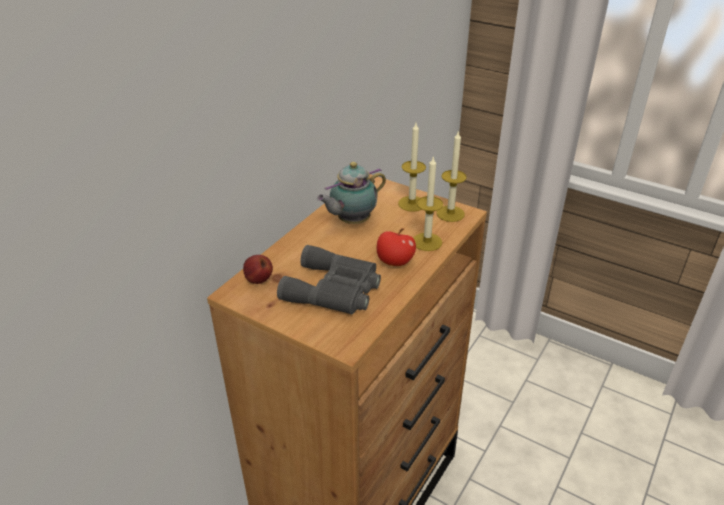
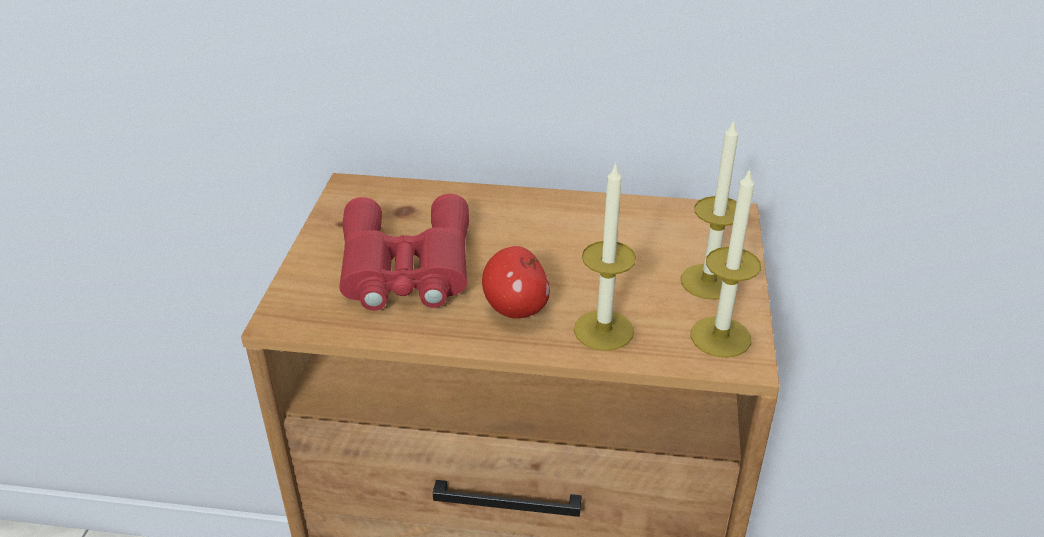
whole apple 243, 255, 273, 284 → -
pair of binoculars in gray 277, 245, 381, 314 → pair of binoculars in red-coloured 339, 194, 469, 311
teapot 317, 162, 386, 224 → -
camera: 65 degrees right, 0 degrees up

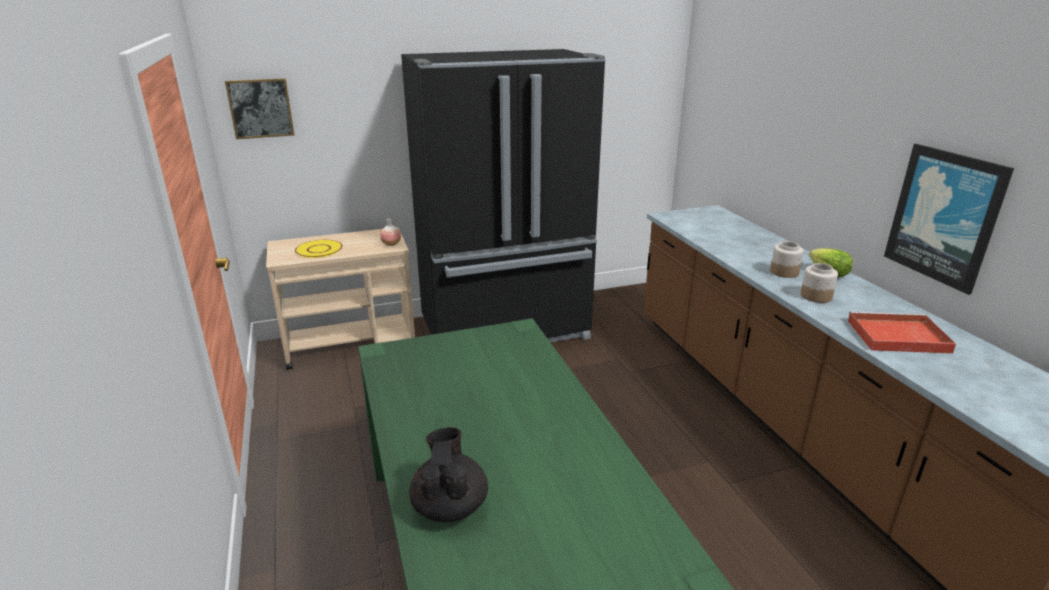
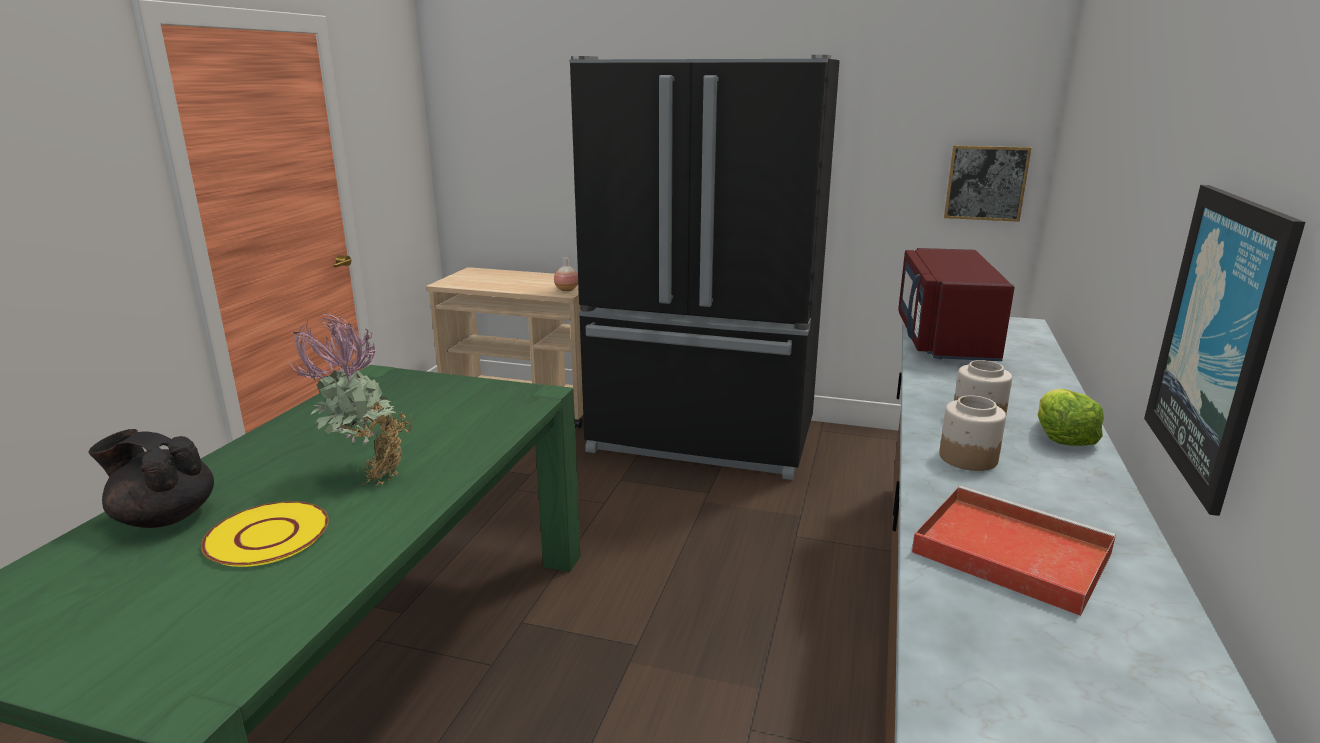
picture 225, 78, 294, 139 → picture 944, 145, 1031, 222, shifted
flat dish in yellow 295, 240, 343, 258 → flat dish in yellow 201, 501, 329, 567, shifted
teapot in black 409, 427, 488, 522 → teapot in black 89, 429, 214, 528, 105 degrees counterclockwise
- → houseplant 289, 313, 412, 485
- → microwave in red-coloured 898, 248, 1015, 361
camera: 35 degrees right, 5 degrees down

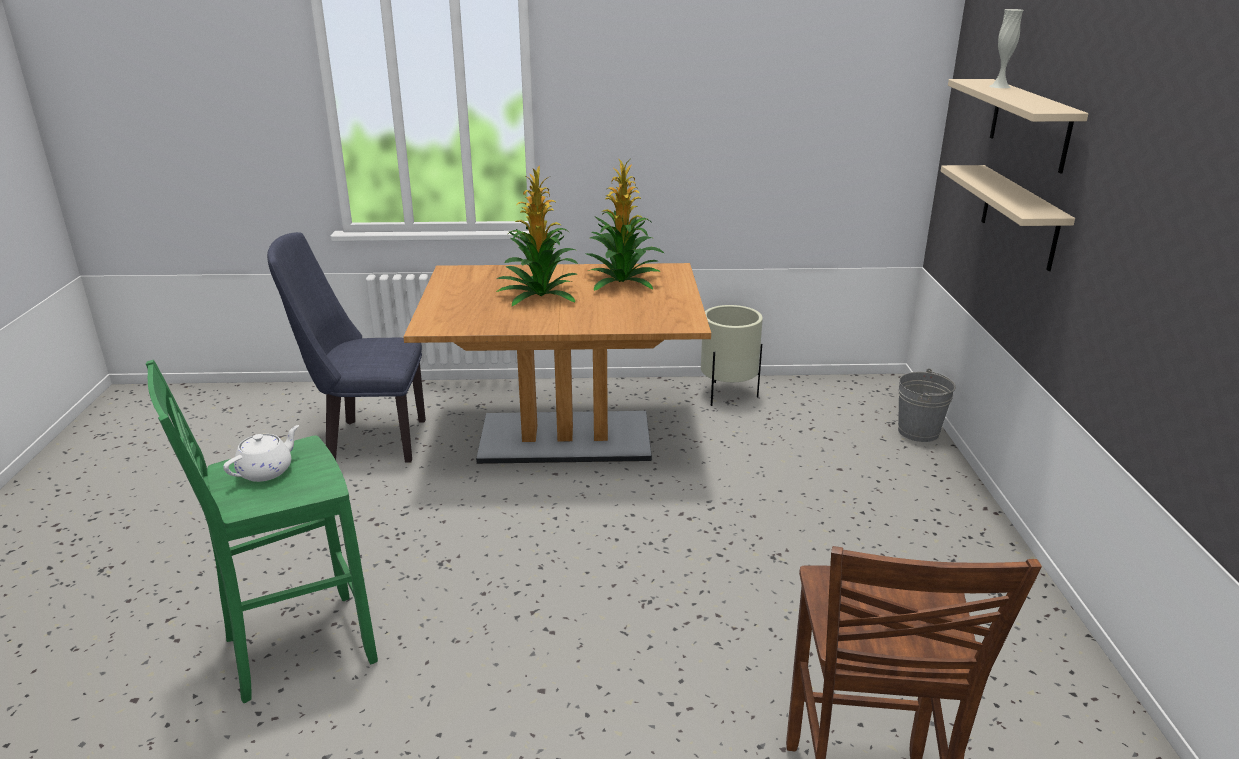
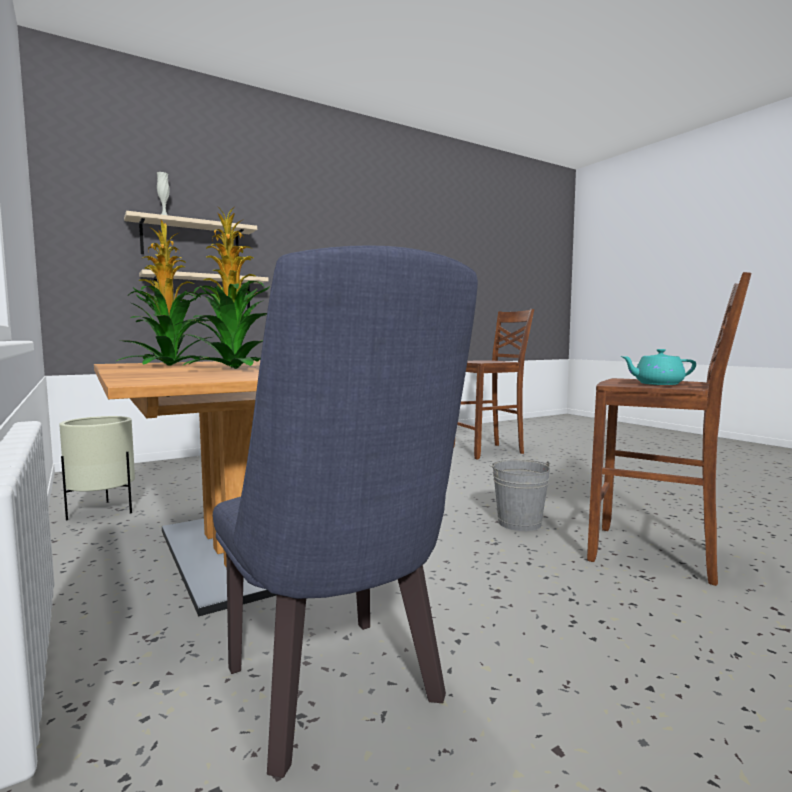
stool seat in greenish 146, 360, 378, 703 → stool seat in brownish 587, 272, 751, 586
teapot in white 223, 425, 299, 482 → teapot in blue-green 621, 349, 696, 385
water bucket in gray 898, 368, 956, 442 → water bucket in gray 489, 459, 550, 531, shifted
camera: 120 degrees left, 20 degrees down

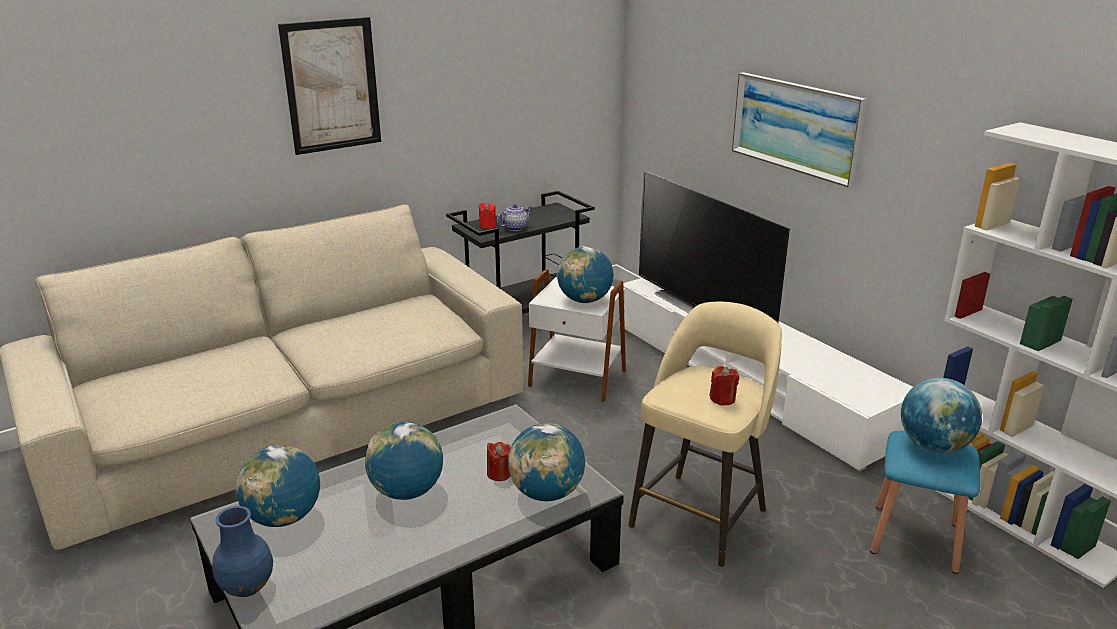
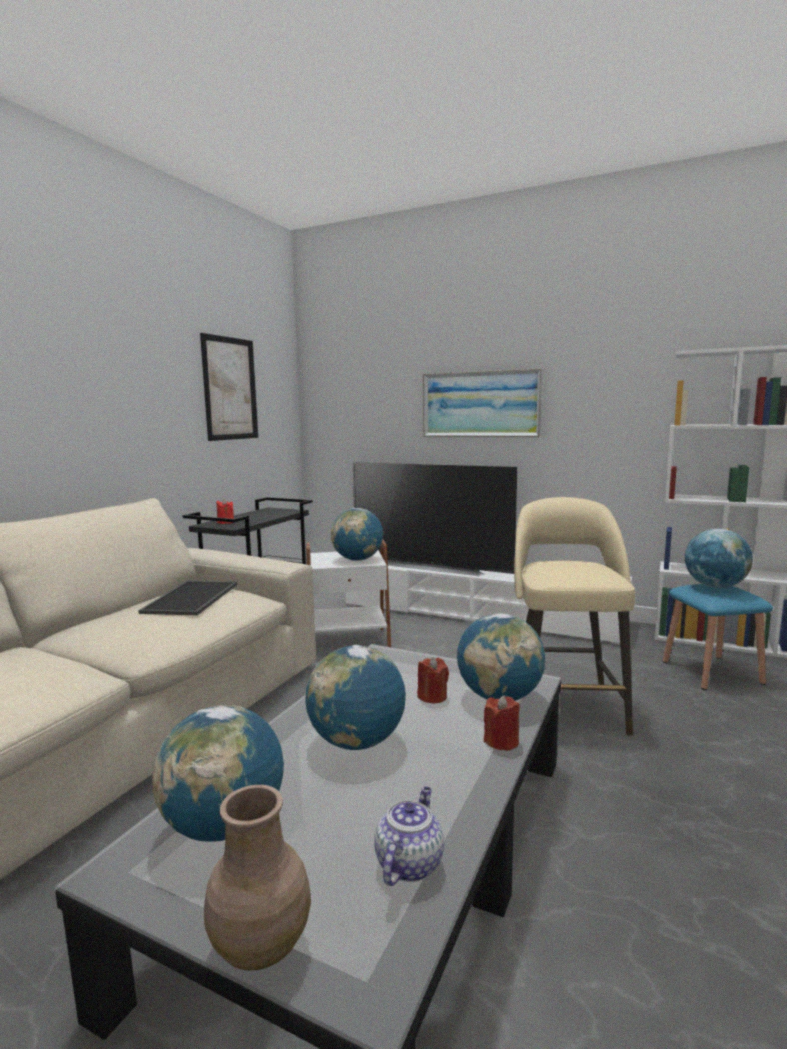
vase in blue 212, 506, 273, 597 → vase in brownish 204, 785, 311, 970
picture 278, 17, 381, 155 → picture 200, 333, 258, 441, shifted
teapot 497, 204, 532, 231 → teapot 374, 787, 444, 886, shifted
wax candle in red-coloured 710, 366, 739, 405 → wax candle in red-coloured 484, 695, 520, 751, shifted
- → tray 138, 581, 237, 615
camera: 30 degrees left, 15 degrees down

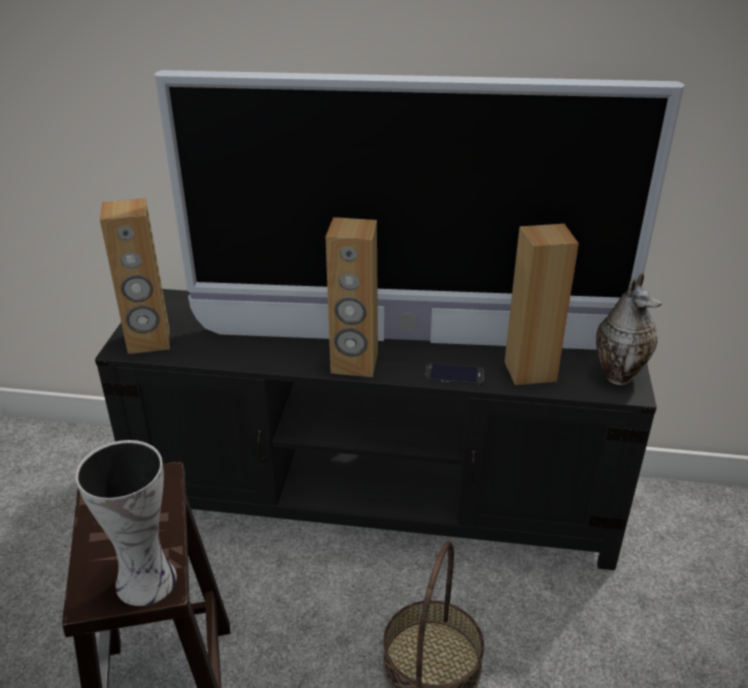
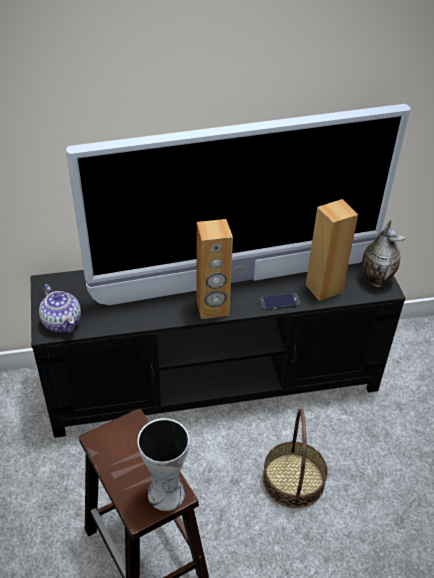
audio speaker in brownish 100, 198, 170, 354 → teapot 39, 284, 81, 333
camera: 20 degrees left, 10 degrees up

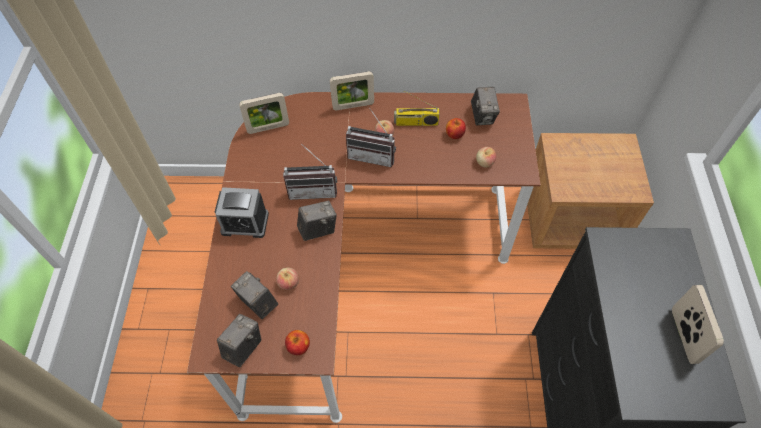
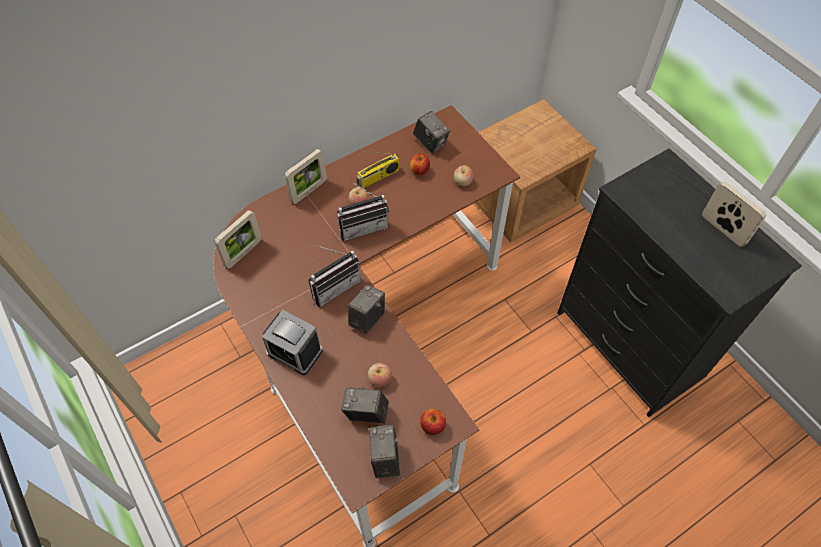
alarm clock 215, 187, 269, 238 → alarm clock 262, 310, 323, 375, 60 degrees clockwise
camera: 35 degrees left, 0 degrees up

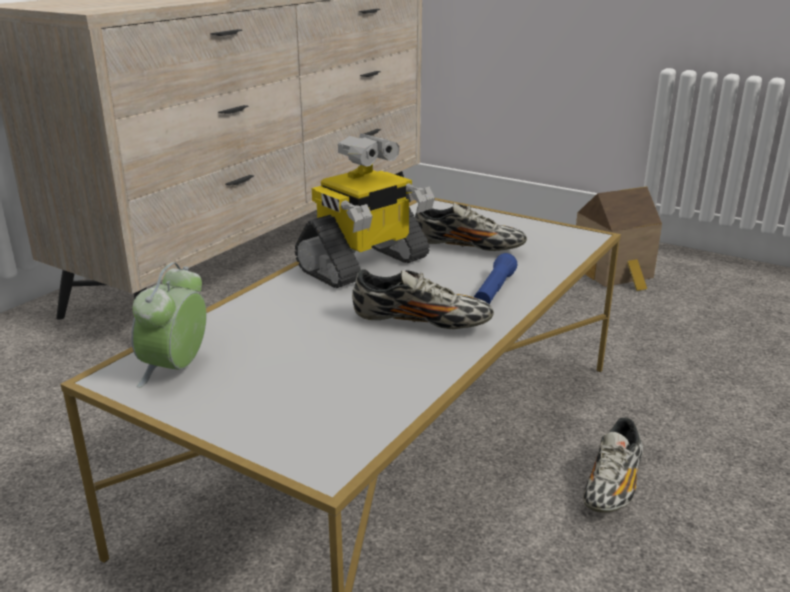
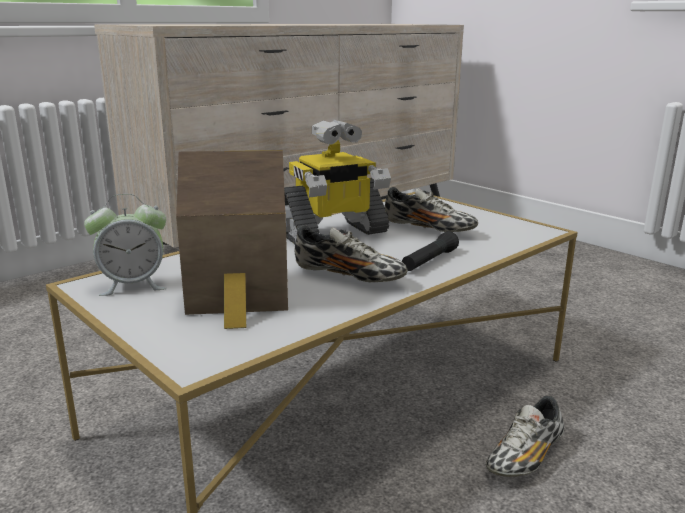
alarm clock 131, 262, 207, 388 → alarm clock 84, 194, 167, 296, 135 degrees counterclockwise
hand torch in blue 474, 253, 517, 304 → hand torch in black 402, 231, 459, 271
toy house 576, 187, 662, 291 → toy house 176, 150, 288, 329, shifted
camera: 15 degrees right, 5 degrees down

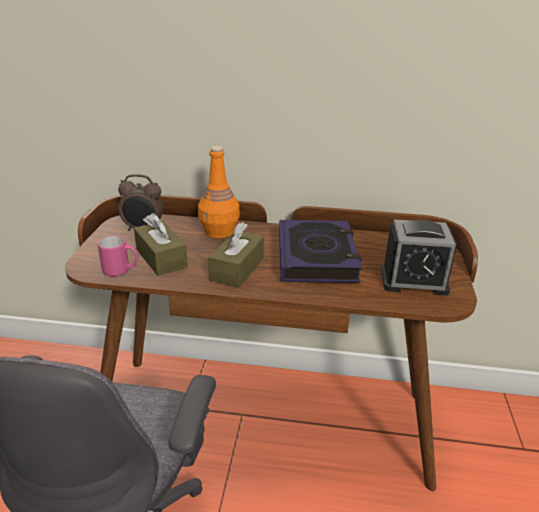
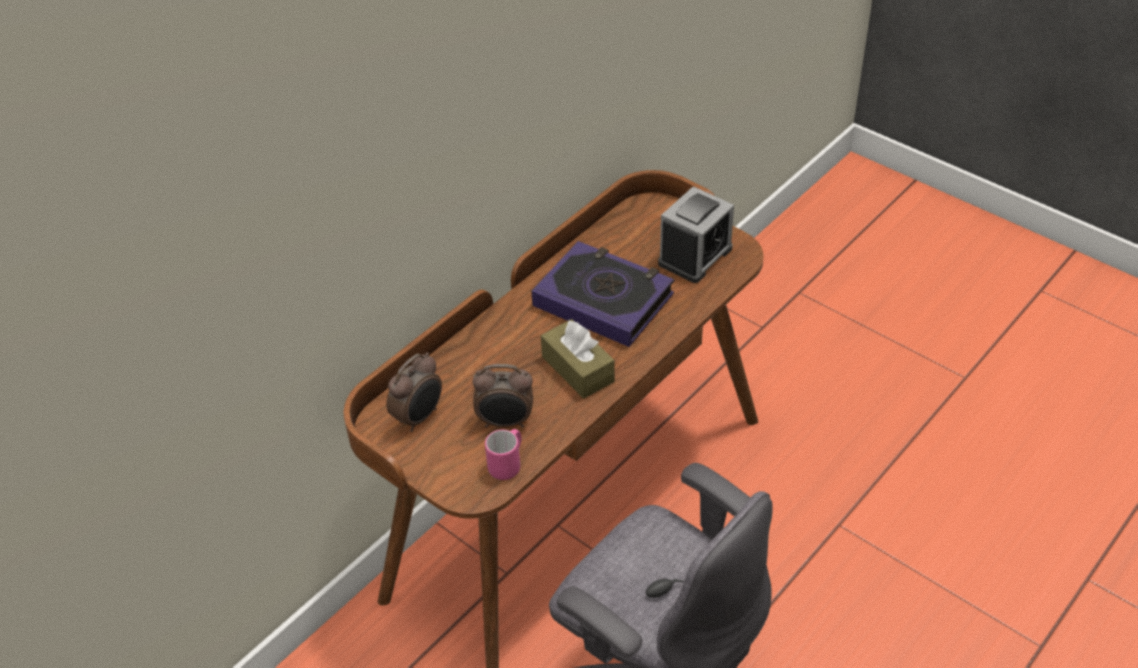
tissue holder in brownish 134, 213, 188, 276 → alarm clock 473, 364, 533, 428
drink bottle in orangey 198, 146, 240, 238 → -
camera: 55 degrees left, 15 degrees up

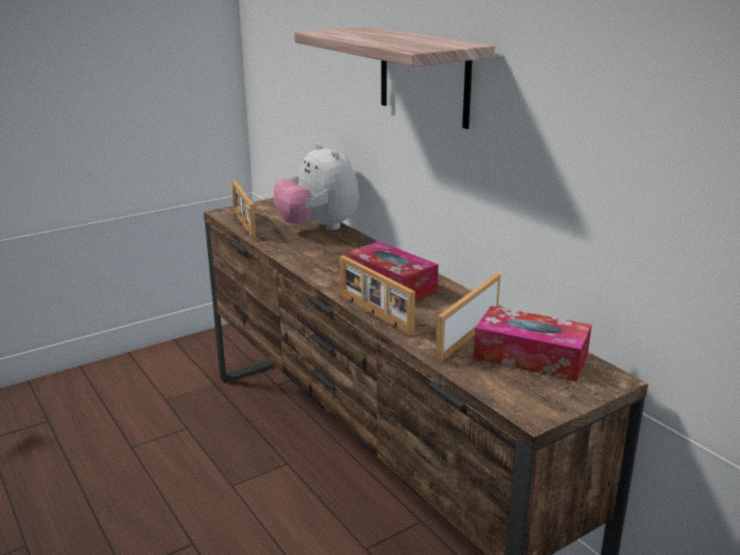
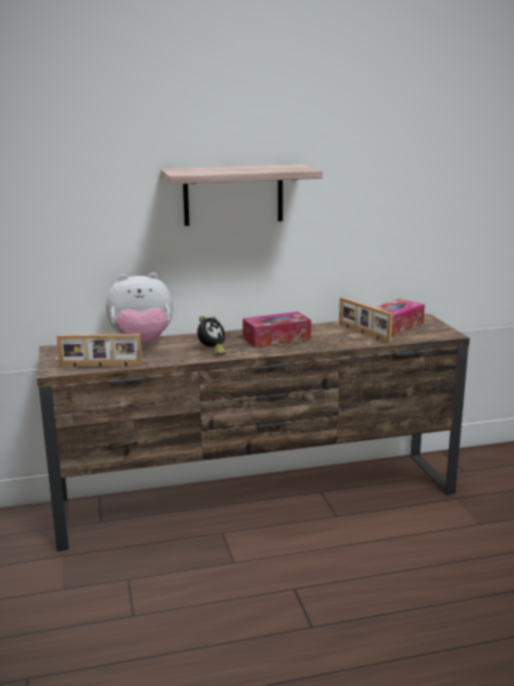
picture frame 339, 255, 415, 336 → -
- → alarm clock 197, 316, 226, 355
camera: 70 degrees left, 5 degrees down

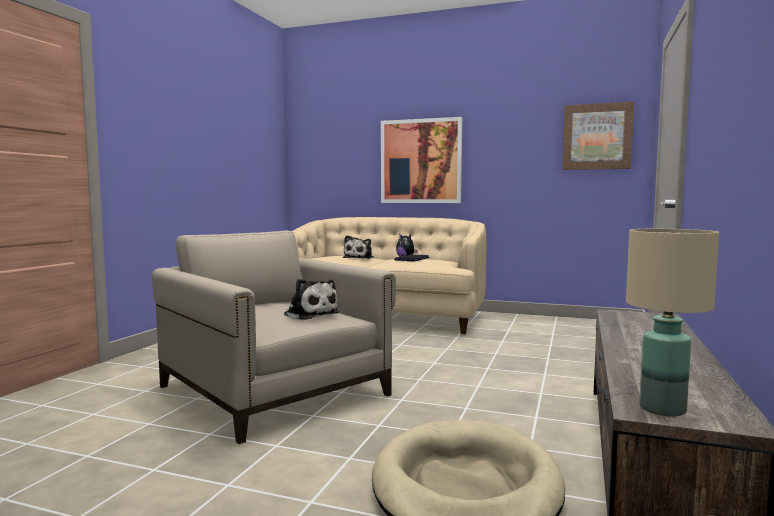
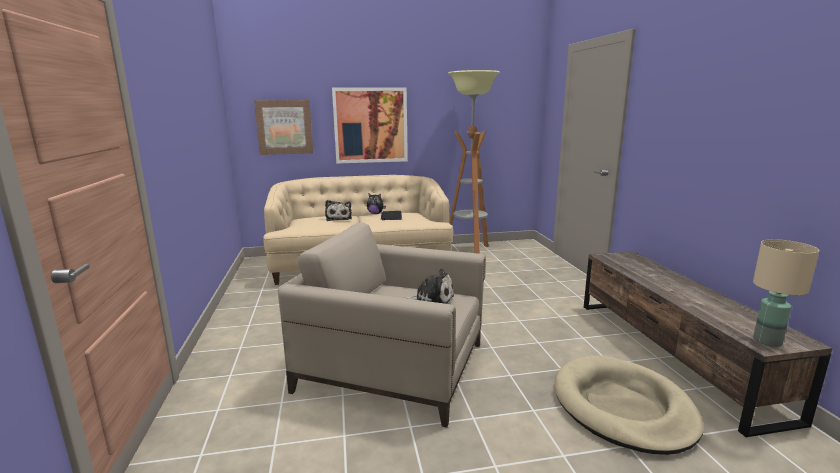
picture 562, 102, 634, 170 → picture 254, 100, 313, 155, shifted
- → standard lamp 448, 70, 500, 254
camera: 30 degrees left, 10 degrees up

